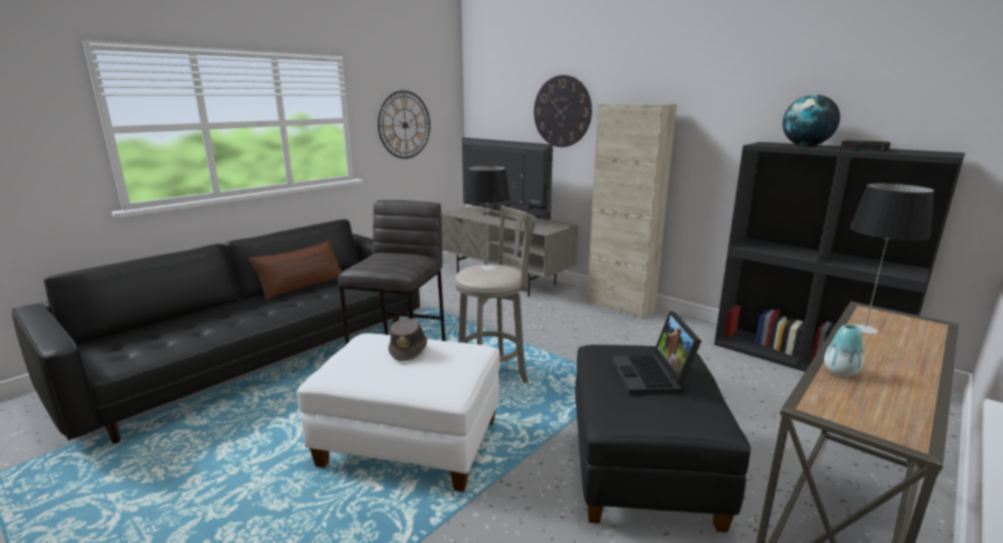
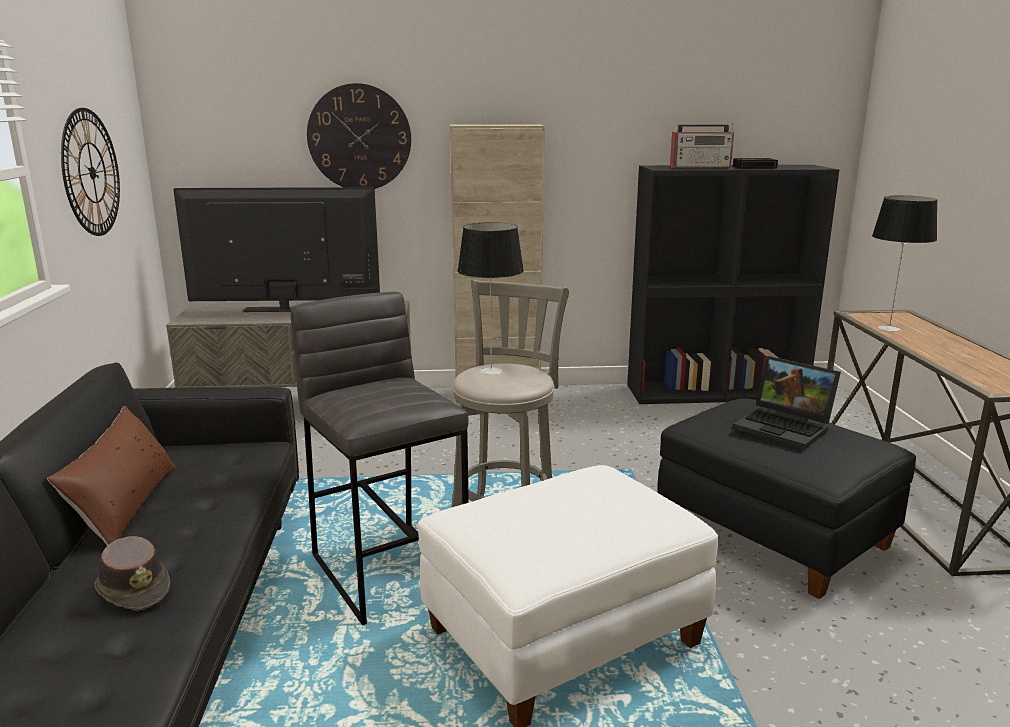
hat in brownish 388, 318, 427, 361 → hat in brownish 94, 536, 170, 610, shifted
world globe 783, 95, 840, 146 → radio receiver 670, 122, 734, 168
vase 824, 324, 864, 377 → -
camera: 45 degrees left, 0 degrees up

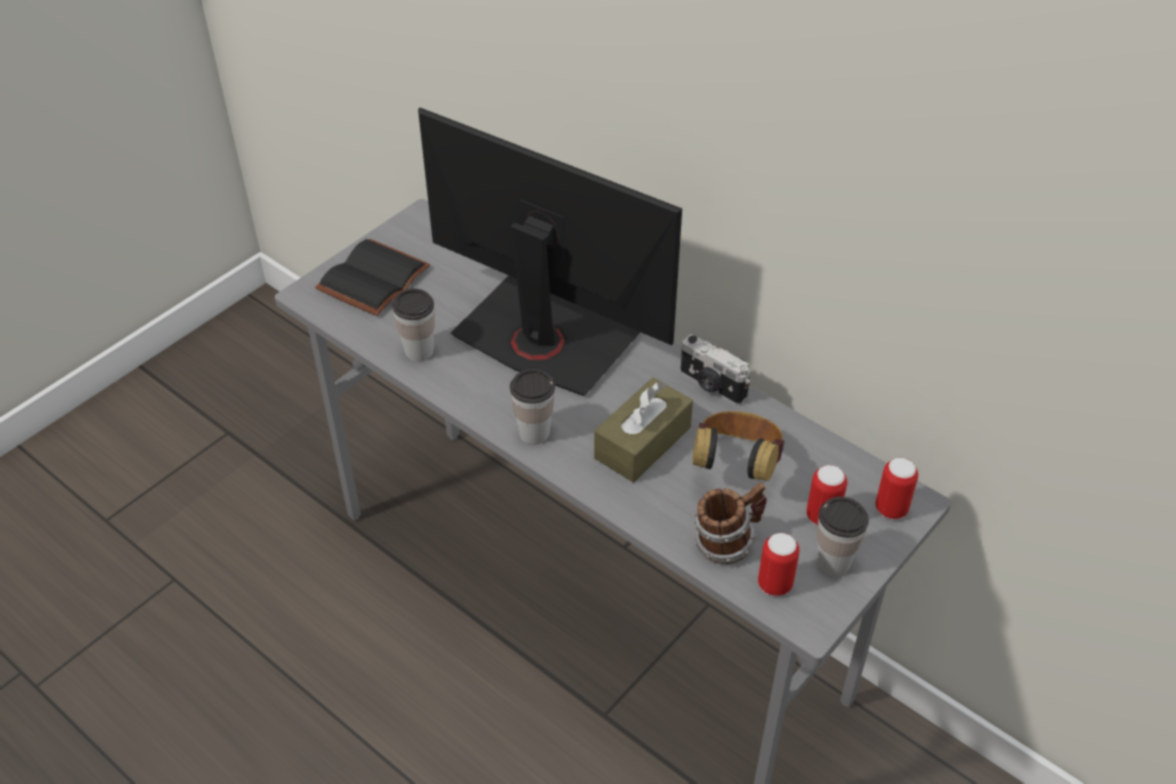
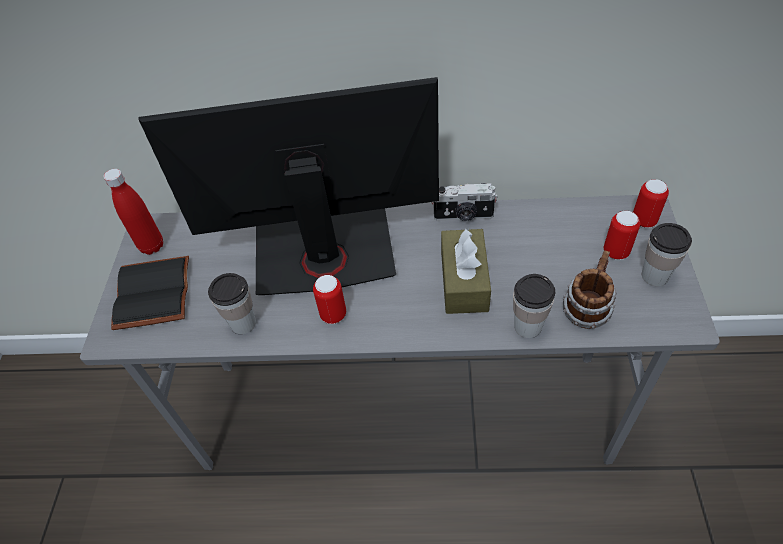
drinking cup 510, 369, 555, 444 → drinking cup 513, 274, 555, 338, shifted
headset 692, 411, 785, 481 → -
metal can 758, 533, 800, 596 → metal can 313, 275, 346, 324, shifted
- → drink bottle in red-coloured 104, 169, 163, 255
camera: 35 degrees left, 5 degrees up

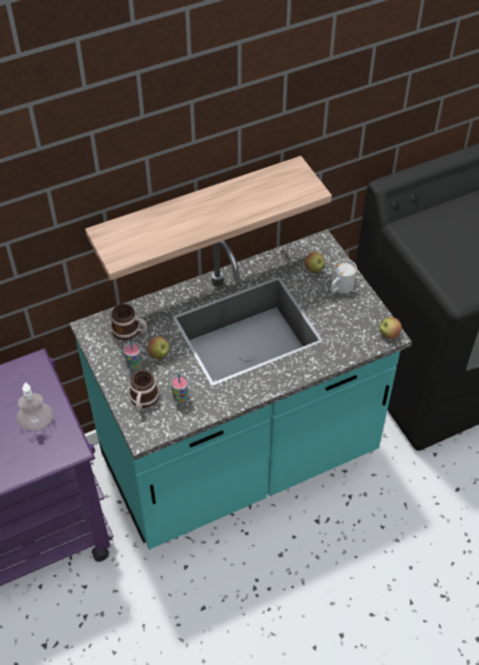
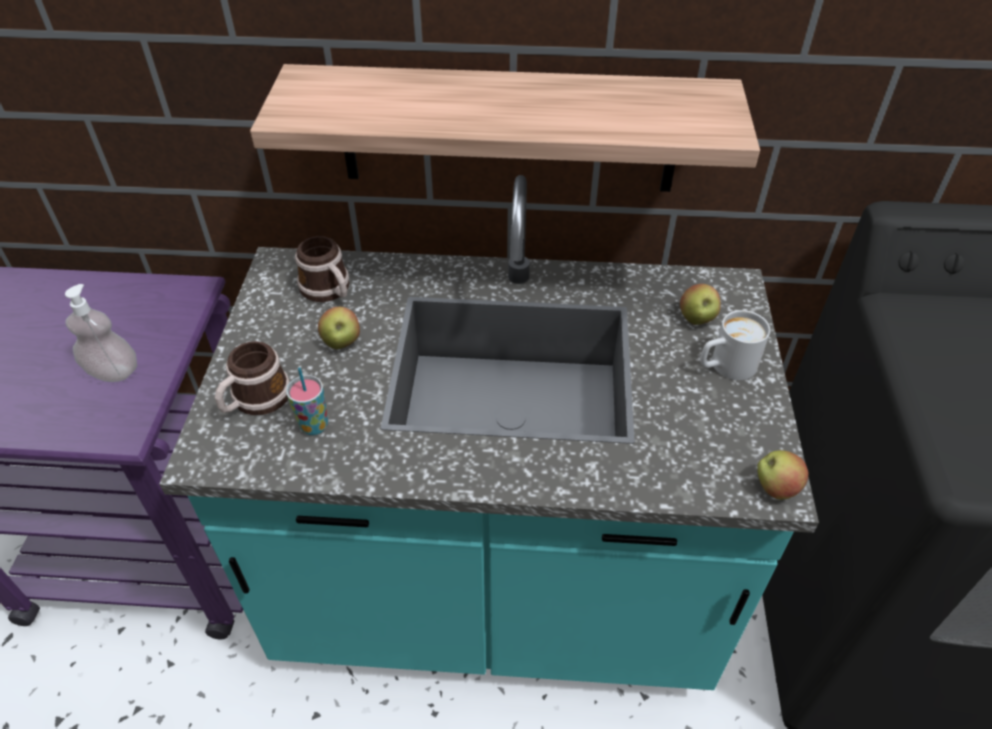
drinking cup 123, 340, 141, 371 → -
camera: 30 degrees right, 5 degrees down

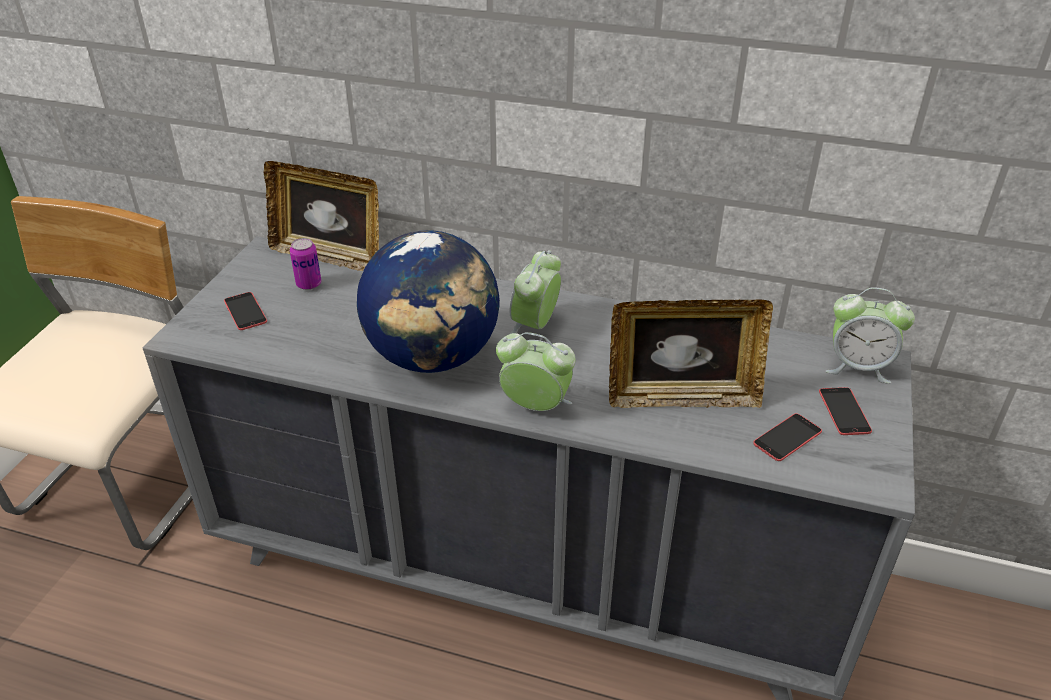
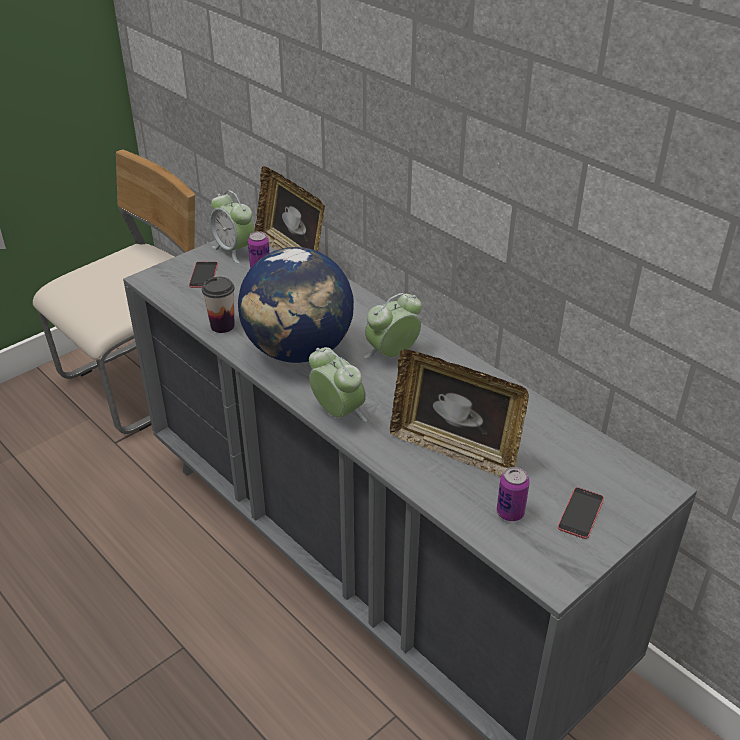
handset 753, 413, 822, 461 → metal can 497, 467, 530, 521
alarm clock 826, 287, 915, 384 → alarm clock 210, 190, 254, 263, shifted
- → drinking cup 202, 277, 235, 333
camera: 30 degrees right, 0 degrees up

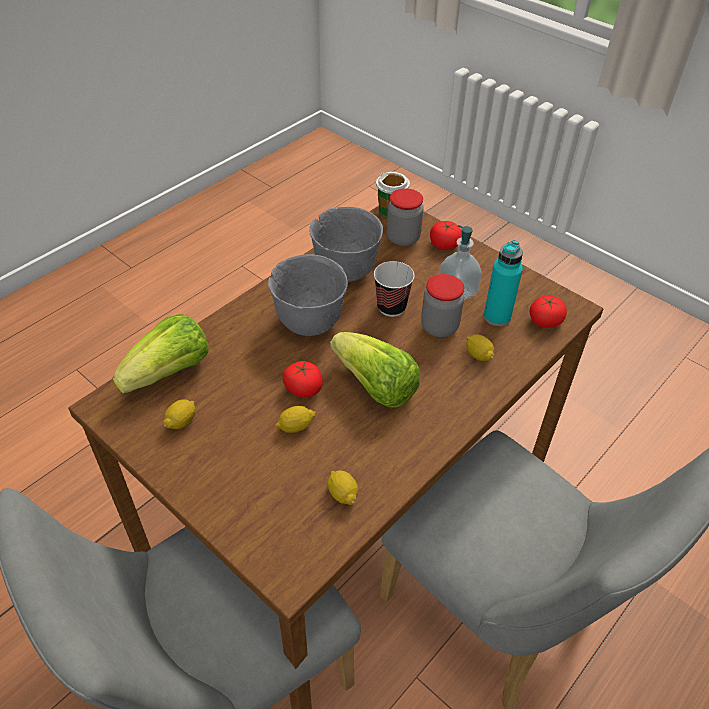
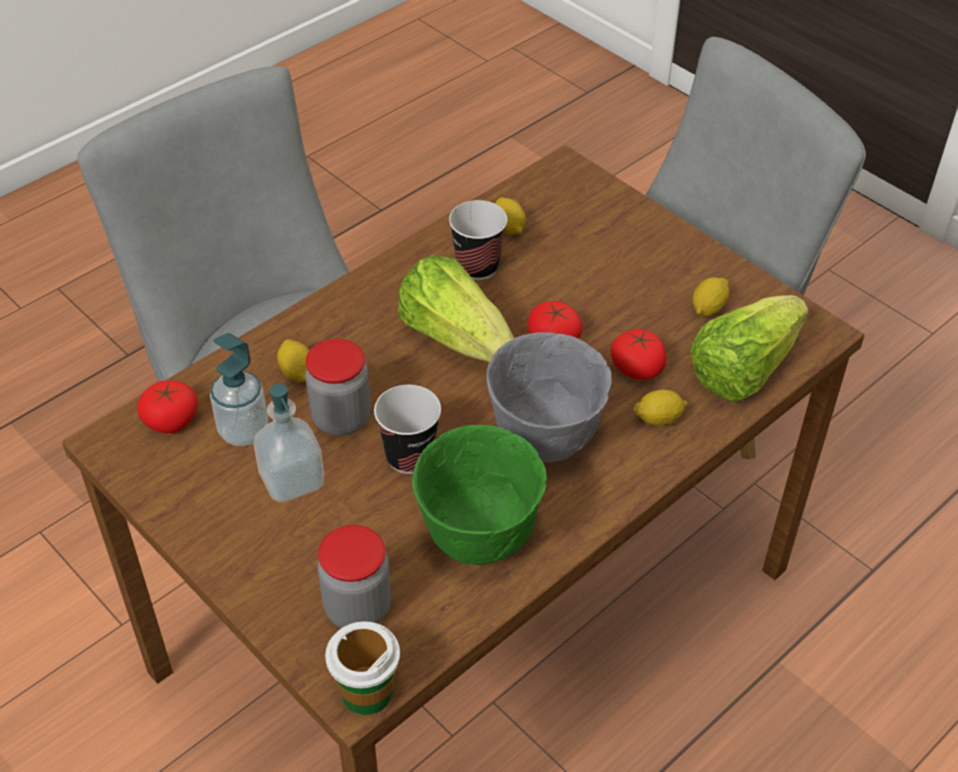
lemon 275, 406, 316, 433 → lemon 633, 390, 688, 425, shifted
deep dish in gray 309, 207, 383, 282 → deep dish in greenish 412, 425, 547, 565
fresh tomato 430, 221, 462, 250 → fresh tomato 611, 329, 666, 380, shifted
drink bottle in blue-green 484, 240, 523, 326 → soap bottle 210, 333, 268, 446
- → drinking cup 449, 200, 507, 280
camera: 175 degrees left, 0 degrees up

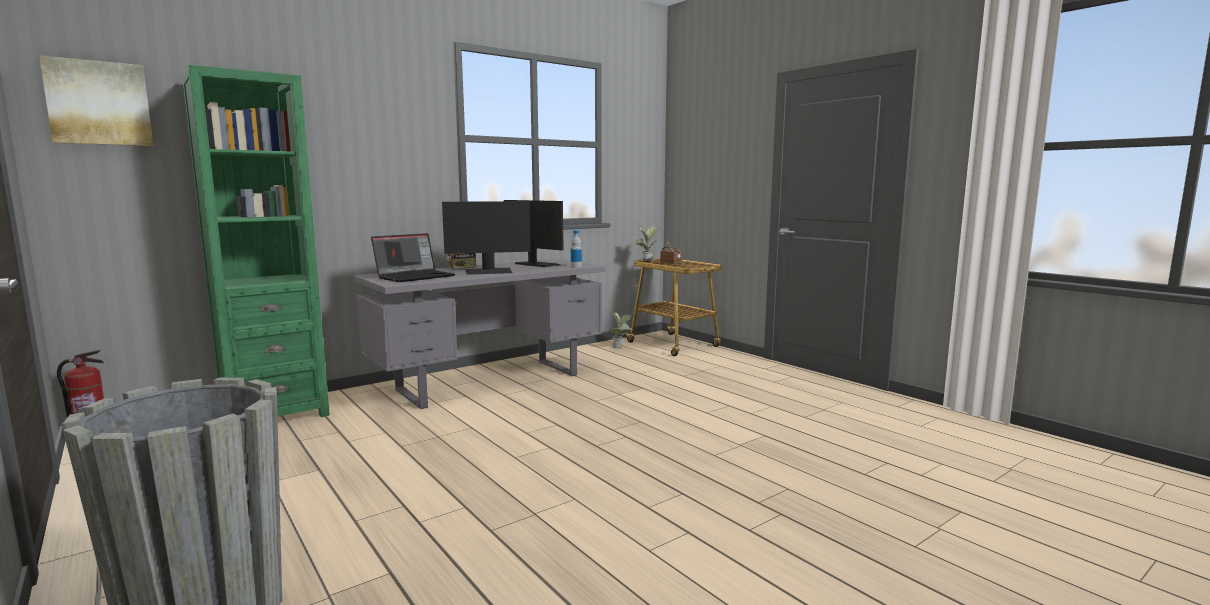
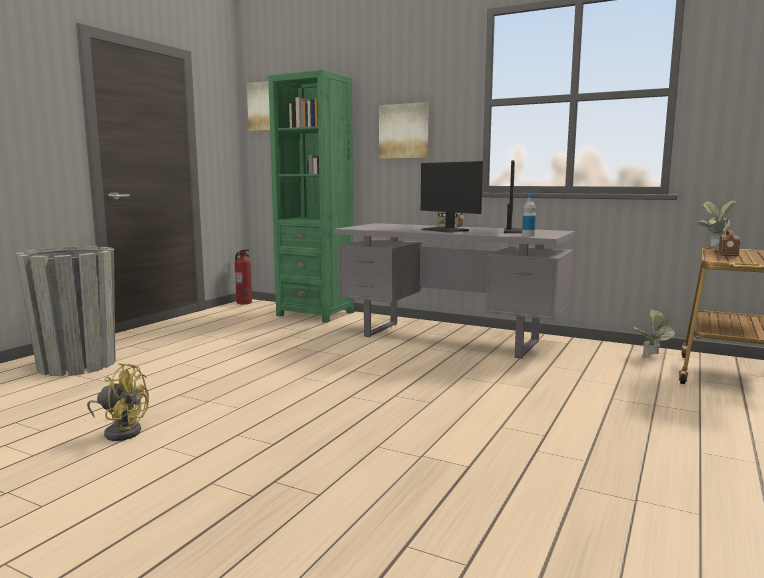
notebook computer 371, 233, 455, 282 → -
- → electric fan in yellow 87, 363, 149, 441
- → picture 379, 102, 429, 159
camera: 65 degrees right, 0 degrees up

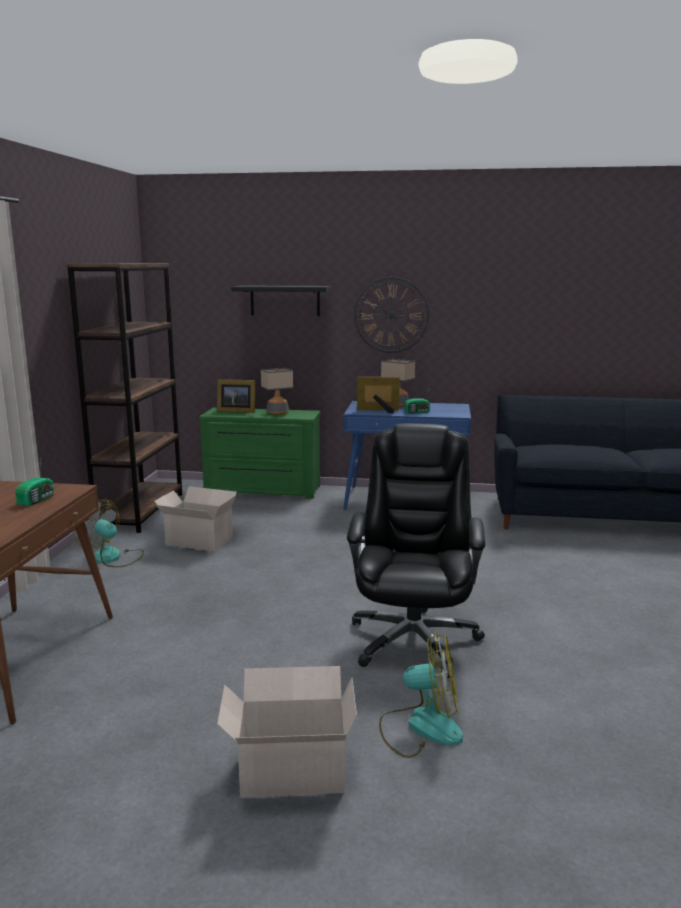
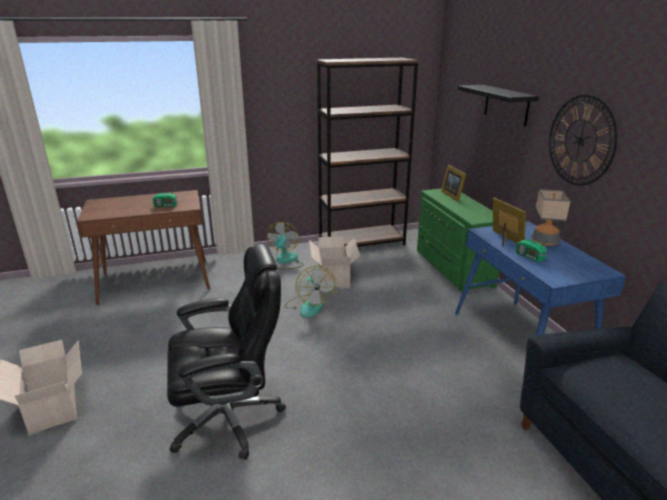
tabletop lamp 261, 368, 293, 415 → -
electric fan 379, 632, 463, 758 → electric fan 285, 265, 335, 318, shifted
camera: 65 degrees right, 10 degrees up

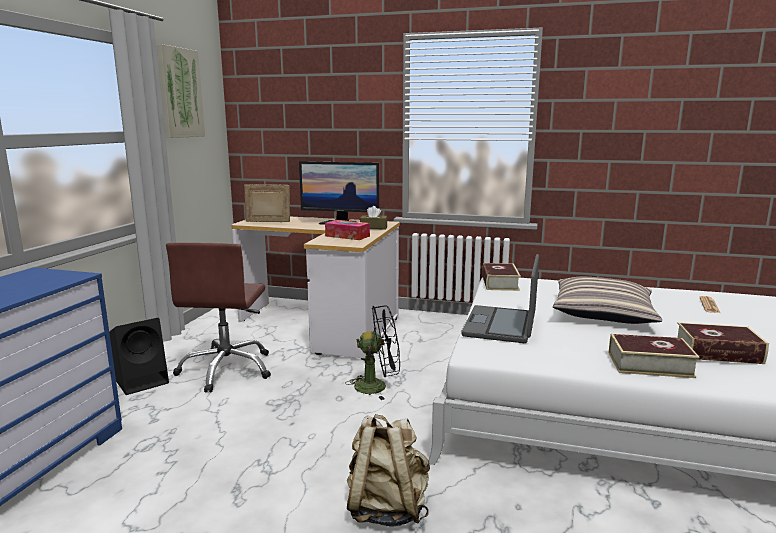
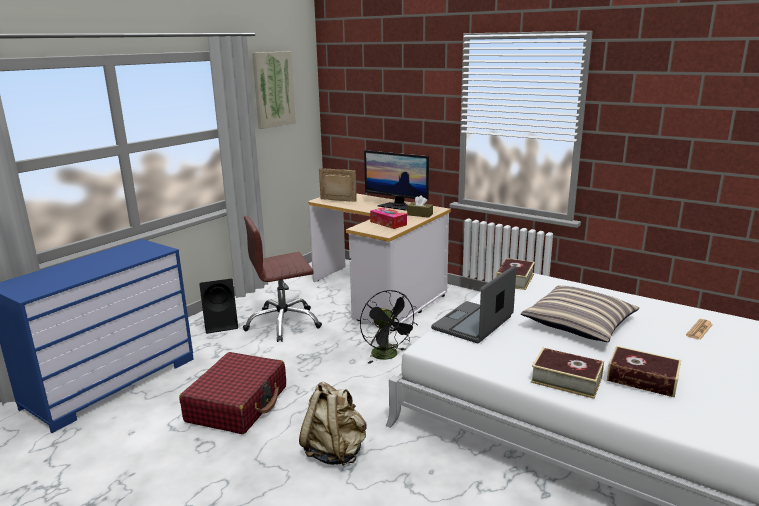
desk chair in brownish 166, 242, 271, 393 → desk chair in brownish 243, 216, 322, 342, 45 degrees clockwise
electric fan in black 345, 305, 400, 400 → electric fan in black 360, 290, 418, 364, 45 degrees clockwise
- → suitcase in red-coloured 179, 352, 286, 434
camera: 20 degrees right, 5 degrees up

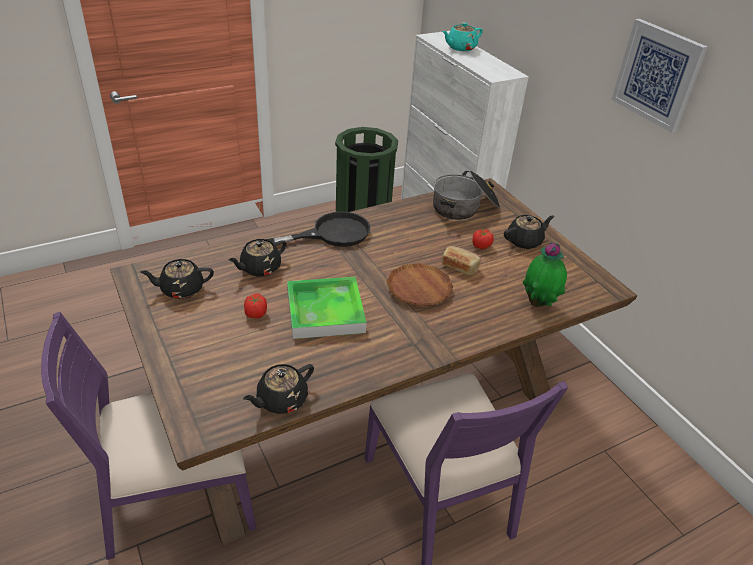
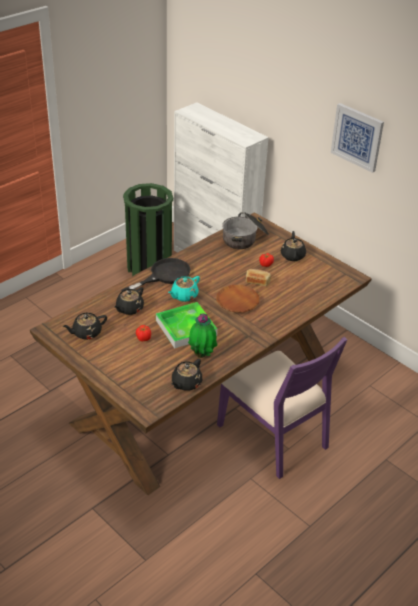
plain chair in purplish 41, 312, 257, 560 → -
teapot in blue-green 442, 22, 483, 51 → teapot in blue-green 168, 276, 200, 302, shifted
teapot in black 504, 215, 554, 249 → teapot in black 281, 231, 306, 261, 45 degrees counterclockwise
houseplant 523, 242, 567, 307 → houseplant 188, 313, 218, 358, shifted
camera: 15 degrees left, 0 degrees up

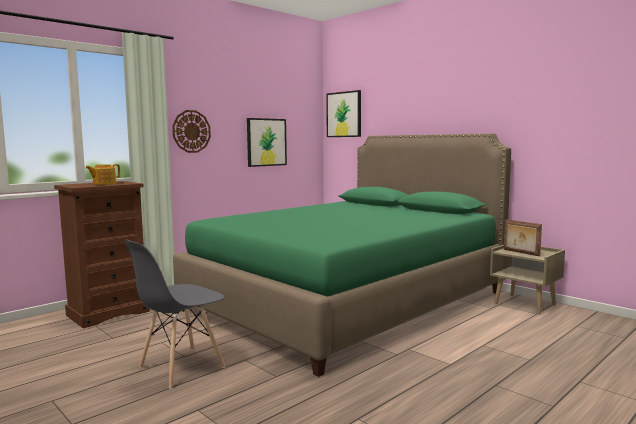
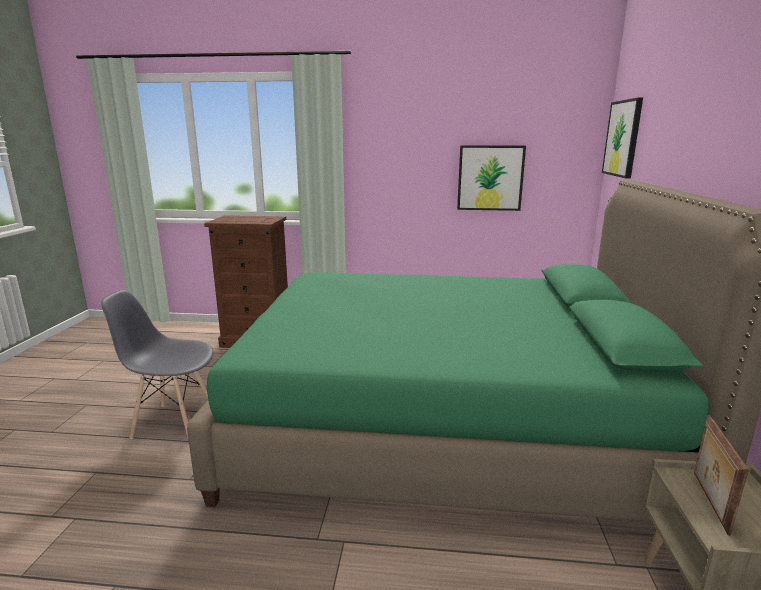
teapot 86, 164, 120, 185 → -
wall clock 172, 110, 211, 153 → -
camera: 50 degrees right, 10 degrees up

